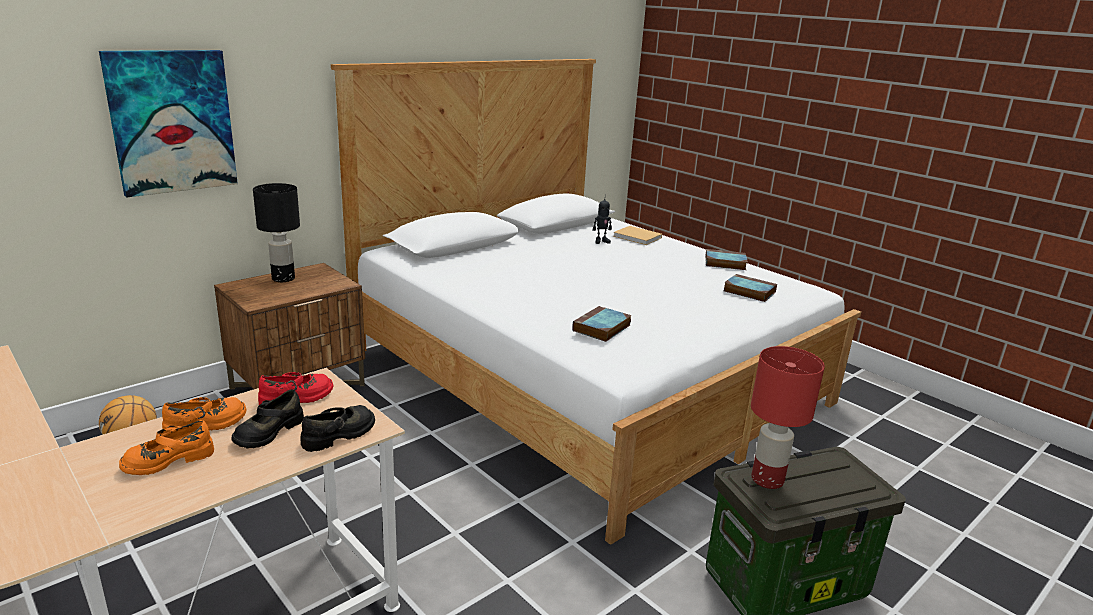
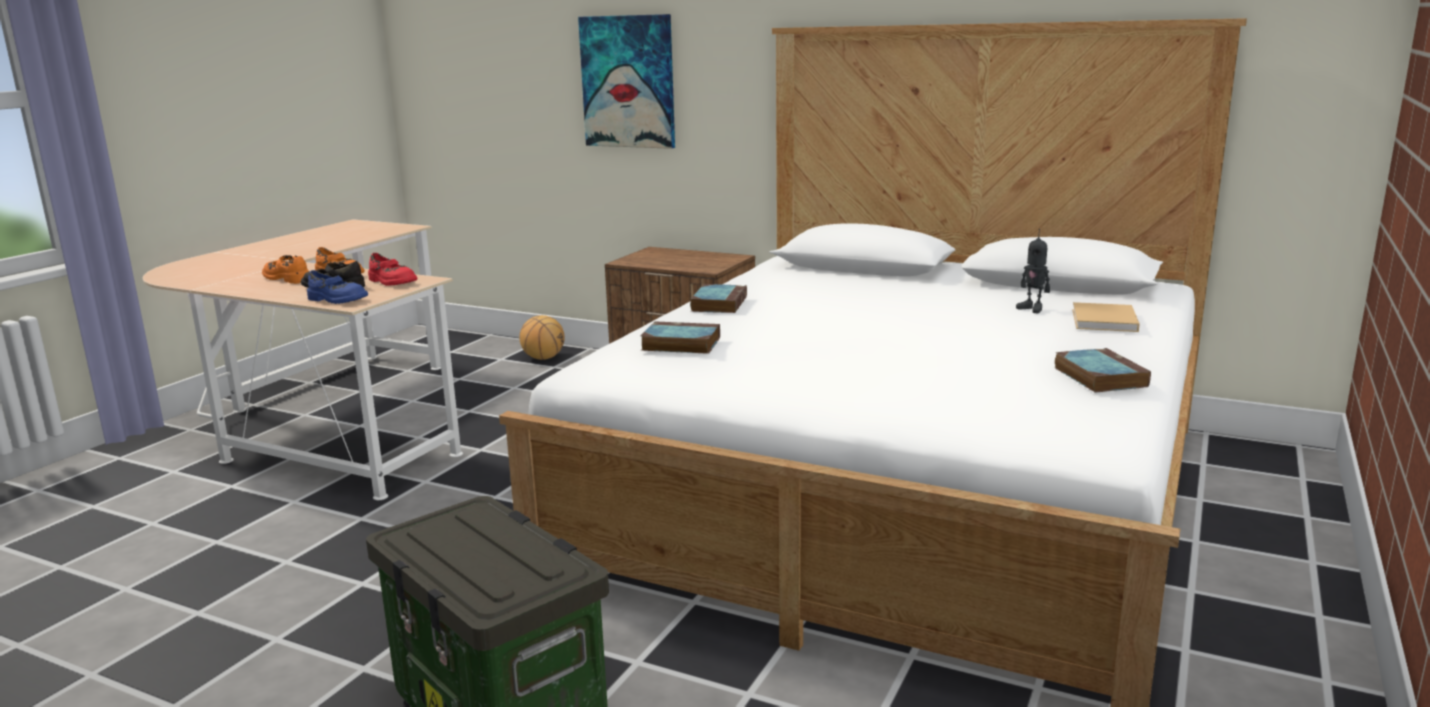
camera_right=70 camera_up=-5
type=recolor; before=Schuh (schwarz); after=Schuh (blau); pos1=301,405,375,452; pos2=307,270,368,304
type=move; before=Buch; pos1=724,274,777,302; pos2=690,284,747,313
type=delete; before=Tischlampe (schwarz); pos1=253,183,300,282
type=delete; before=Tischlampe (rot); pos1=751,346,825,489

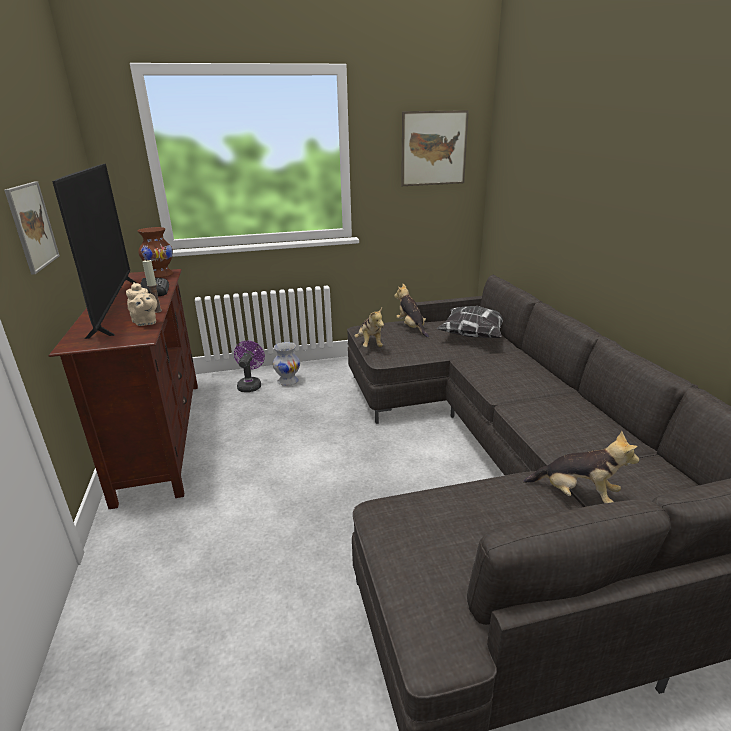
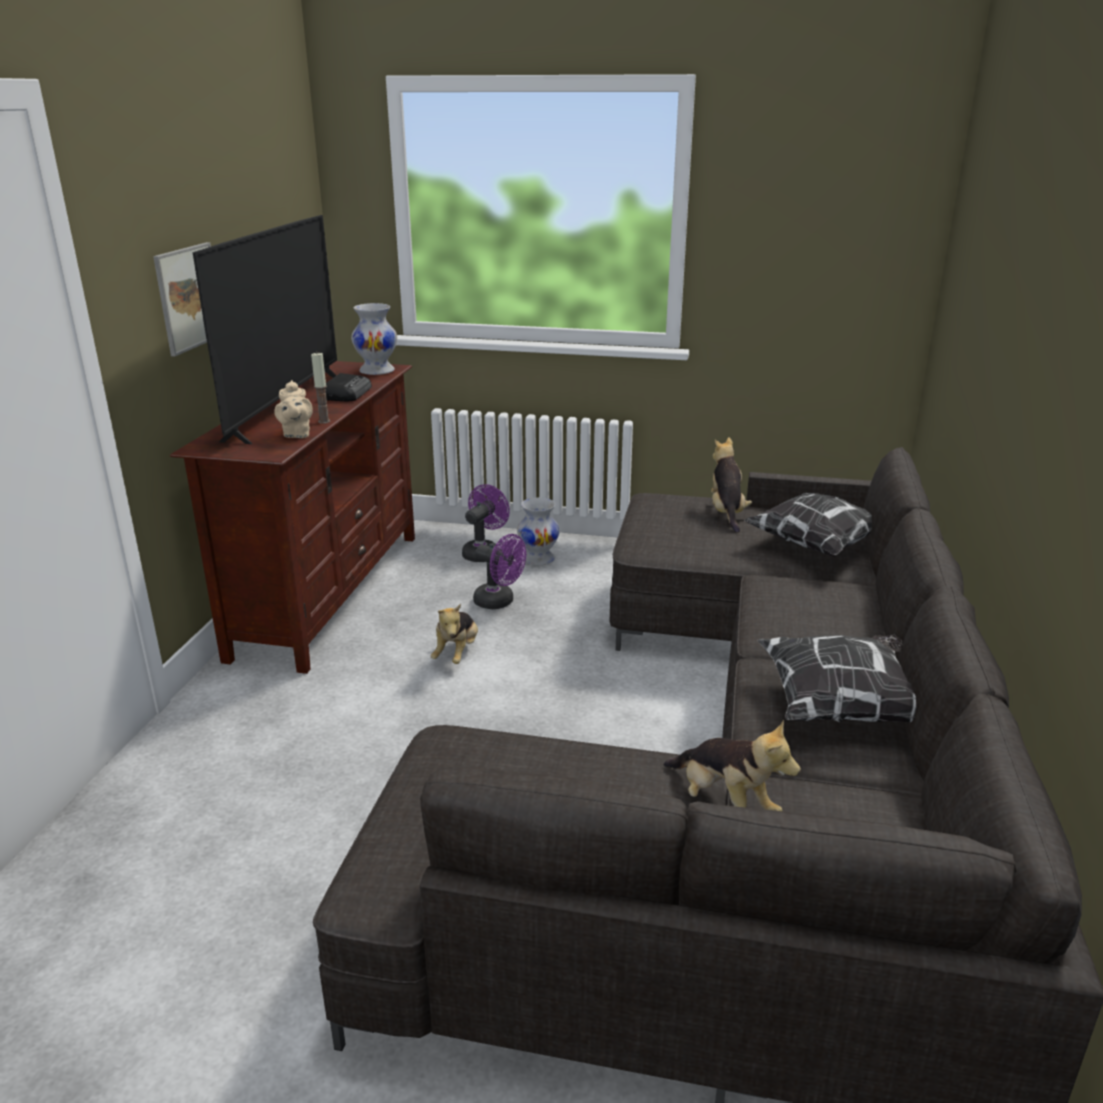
camera_right=25 camera_up=0
type=recolor; before=Vase (braun); after=Vase (weiß); pos1=138,227,173,278; pos2=351,303,397,375
type=move; before=Plüschtier; pos1=354,308,384,347; pos2=431,604,478,664
type=insert; after=Ventilator (lila); pos2=473,534,526,609
type=insert; after=Kissen; pos2=757,635,917,722
type=delete; before=Bild; pos1=401,110,469,186

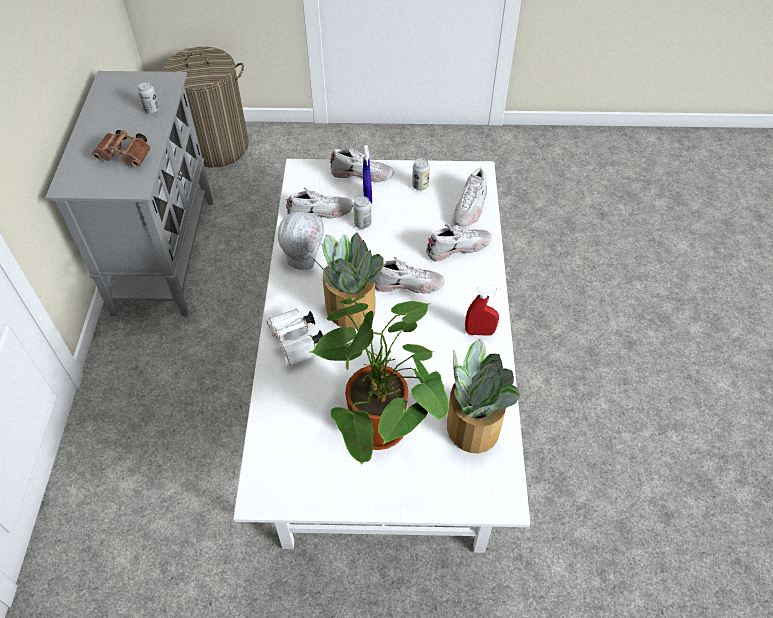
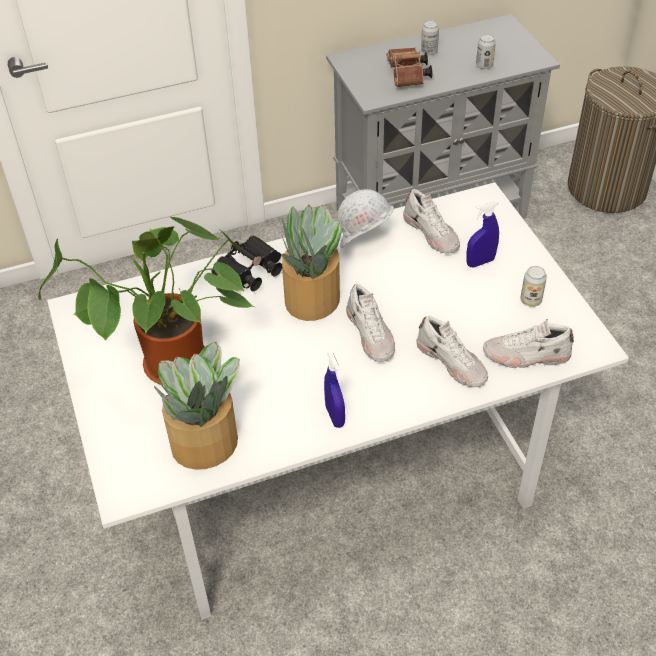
camera_right=70 camera_up=-5
type=recolor; before=Fernglas (weiß); after=Fernglas (schwarz); pos1=267,309,323,367; pos2=211,236,282,291
type=recolor; before=Sprühflasche (rot); after=Sprühflasche (blau); pos1=465,285,501,336; pos2=324,351,345,428
type=move; before=Dose; pos1=353,196,371,229; pos2=421,20,439,55
type=delete; before=Schuh (weiß); pos1=330,146,393,182

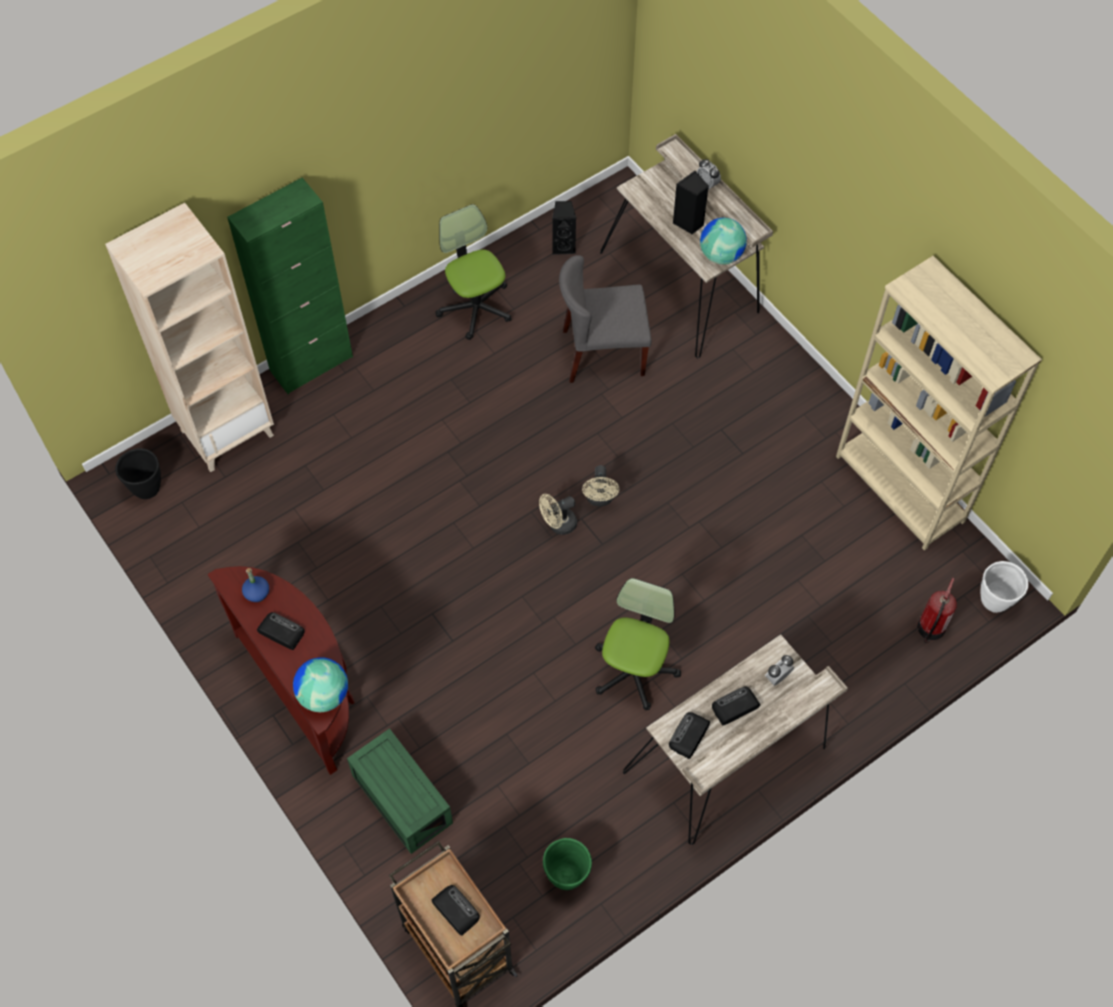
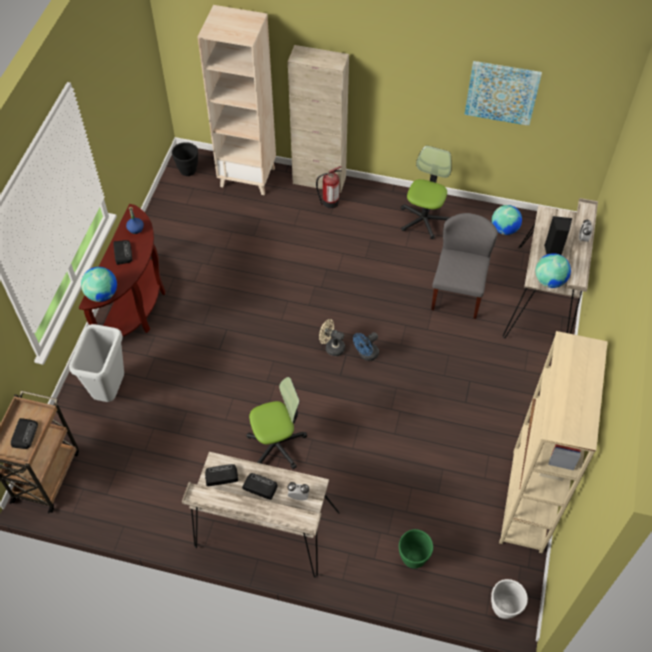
camera_right=50 camera_up=-5
type=replace; before=Aufbewahrungsbox (grün); after=Mülleimer (grau); pos1=347,728,453,854; pos2=69,324,124,402
type=recolor; before=Schrank (grün); after=Schrank (beige); pos1=227,178,353,394; pos2=288,45,349,193
type=move; before=Feuerlöscher; pos1=917,578,957,643; pos2=316,166,342,209
type=recolor; before=Ventilator (beige); after=Ventilator (blau); pos1=582,465,619,506; pos2=353,332,379,361
type=move; before=Pflanzkübel (grün); pos1=543,838,592,890; pos2=399,529,433,569
type=rotate; before=Stuhl (grau); pos1=559,255,652,383; pos2=431,213,498,319; turn=60
type=insert; after=Bild; pos2=465,61,542,126
type=replace; before=Lautsprecher (schwarz); after=Globus; pos1=552,201,576,255; pos2=492,205,522,235

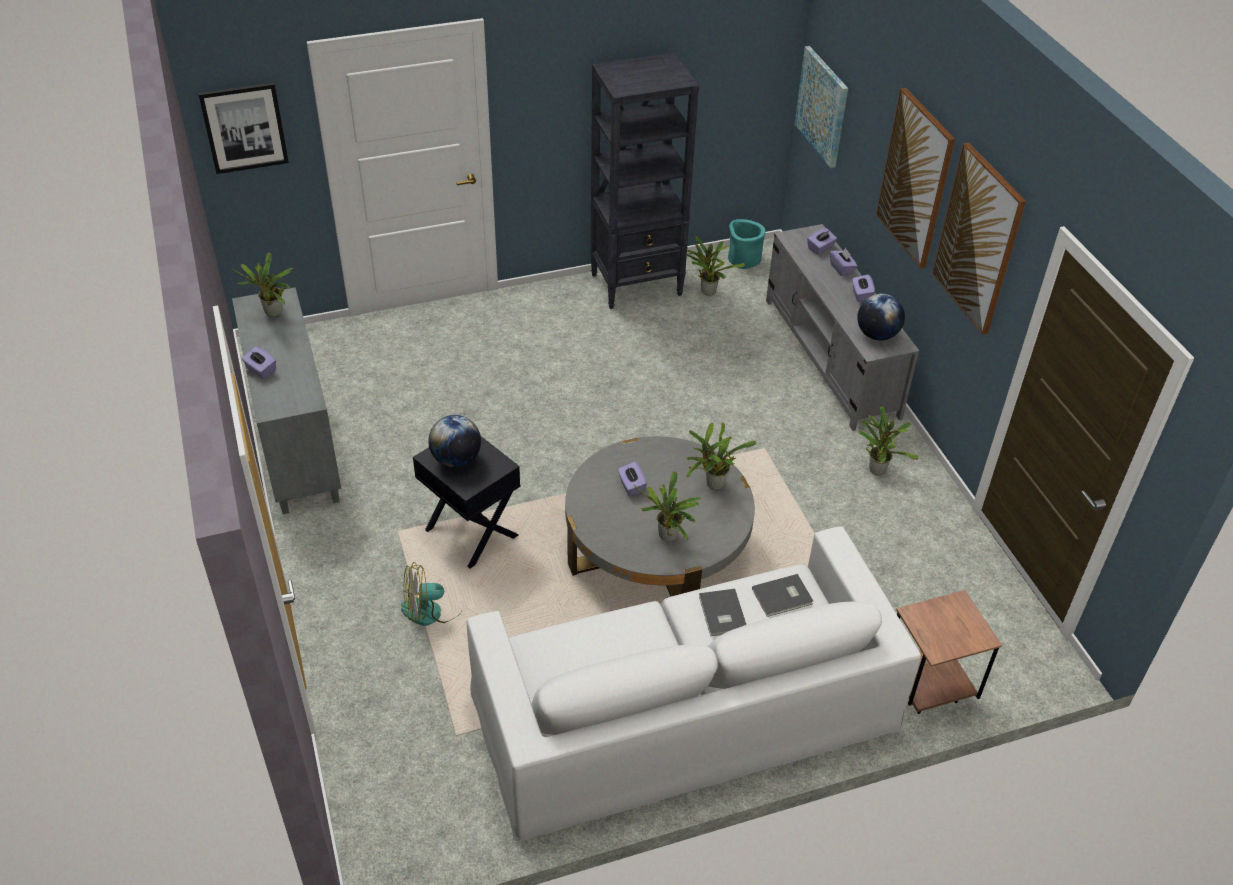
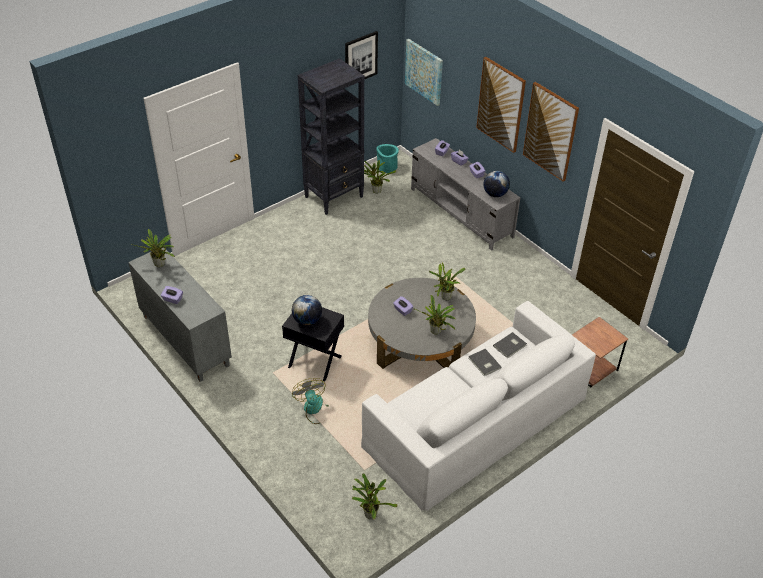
camera_right=-20 camera_up=0
type=rotate; before=Ventilator; pos1=401,562,462,626; pos2=292,378,328,424; turn=105
type=move; before=Bild; pos1=198,83,289,174; pos2=345,31,378,79
type=move; before=Topfpflanze; pos1=859,406,919,476; pos2=352,473,398,520

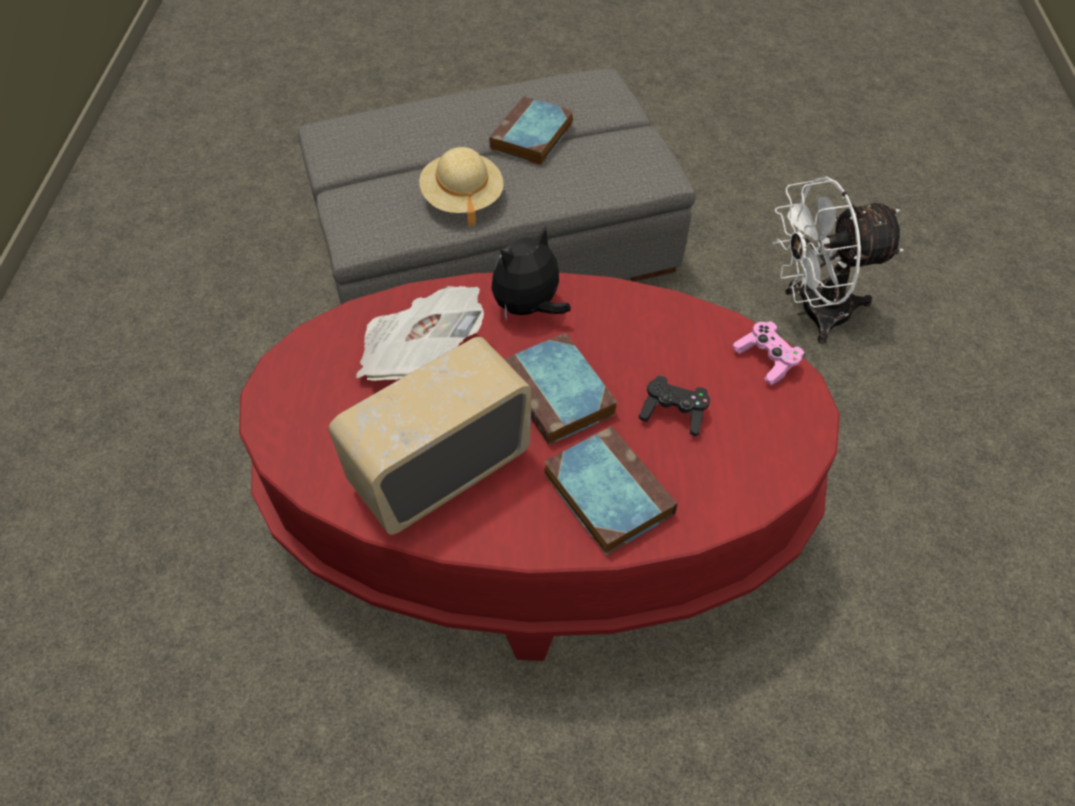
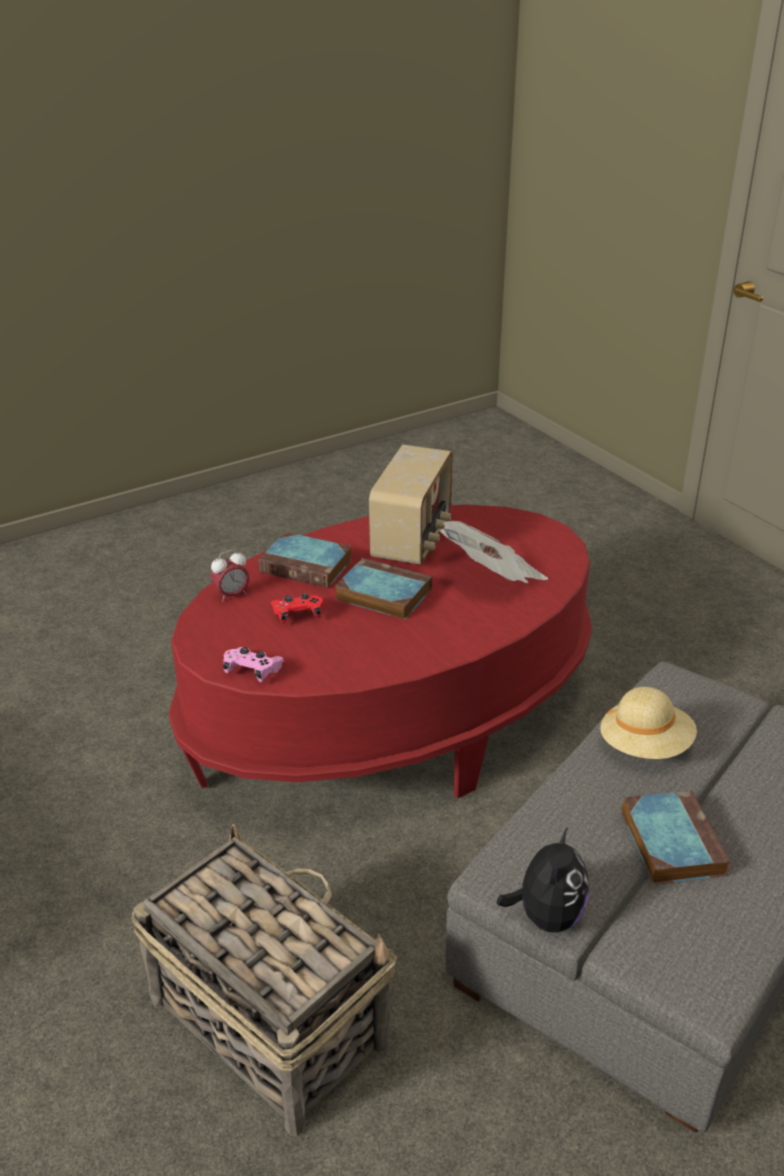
camera_right=145 camera_up=-20
type=replace; before=Ventilator (weiß); after=Korb; pos1=773,176,903,344; pos2=132,824,397,1136
type=insert; after=Wecker; pos2=211,550,249,602
type=recolor; before=Gamepad (schwarz); after=Gamepad (rot); pos1=638,376,710,436; pos2=271,593,323,623
type=move; before=Plüschtier; pos1=491,226,571,321; pos2=497,826,589,933

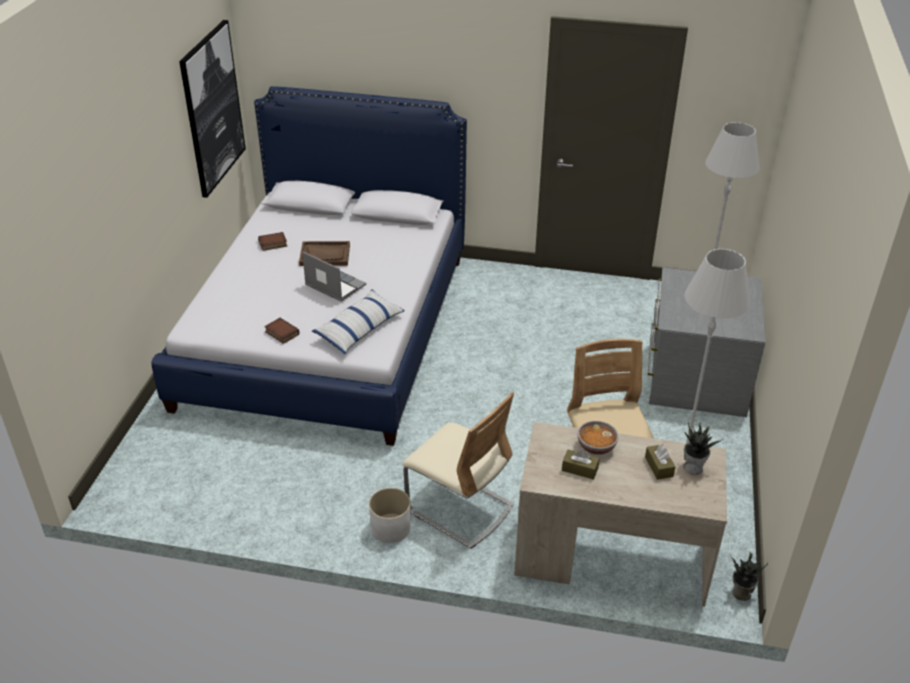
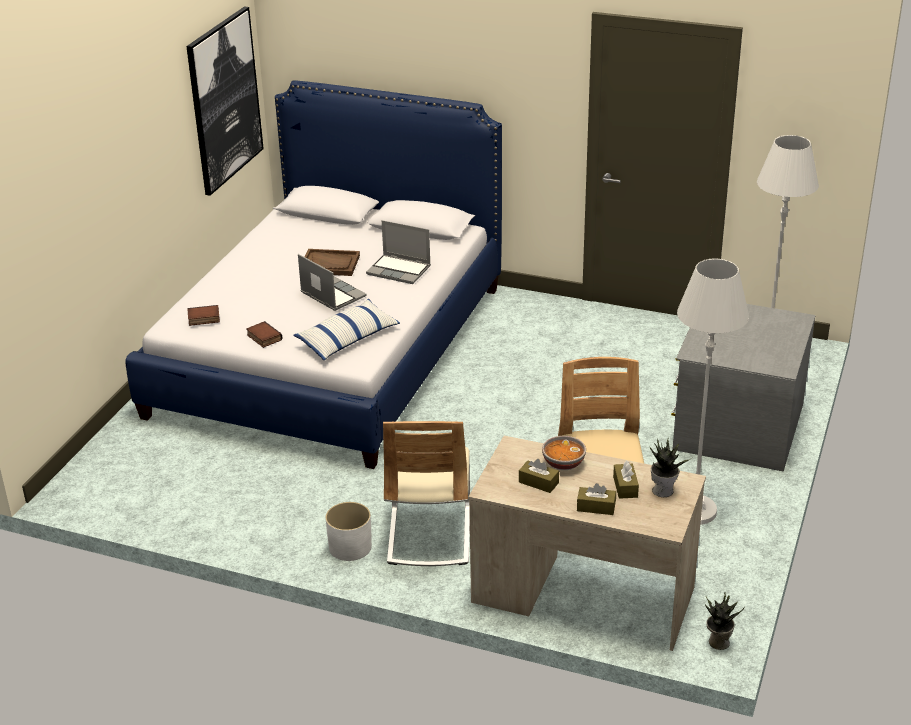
camera_right=10 camera_up=-5
type=move; before=Buch; pos1=258,232,287,251; pos2=187,305,220,326
type=insert; after=Laptop; pos2=366,220,431,284
type=rotate; before=Stuhl (beige); pos1=403,392,514,549; pos2=383,421,470,566; turn=45
type=insert; after=Taschentuchbox (braun); pos2=577,483,616,515

